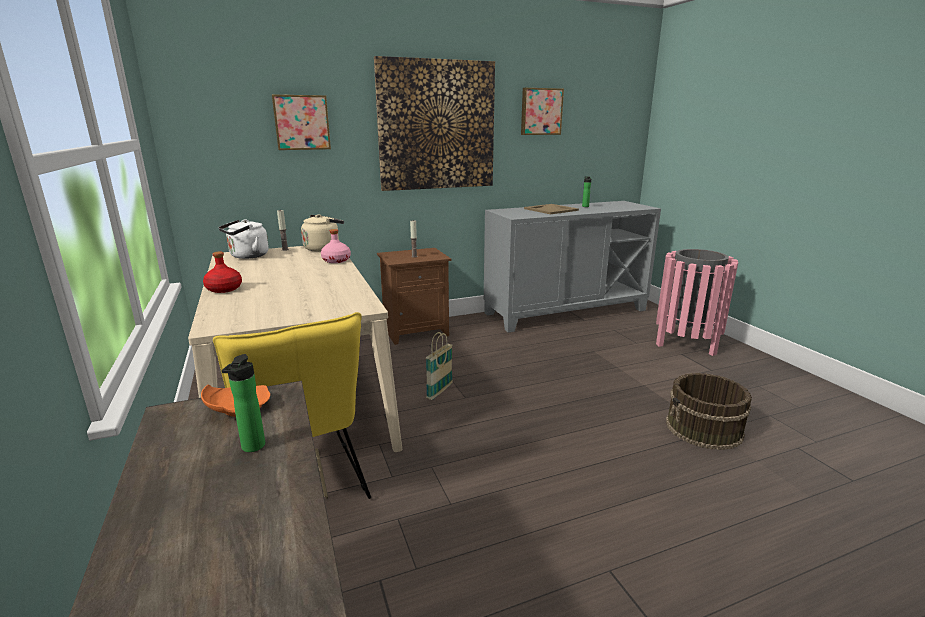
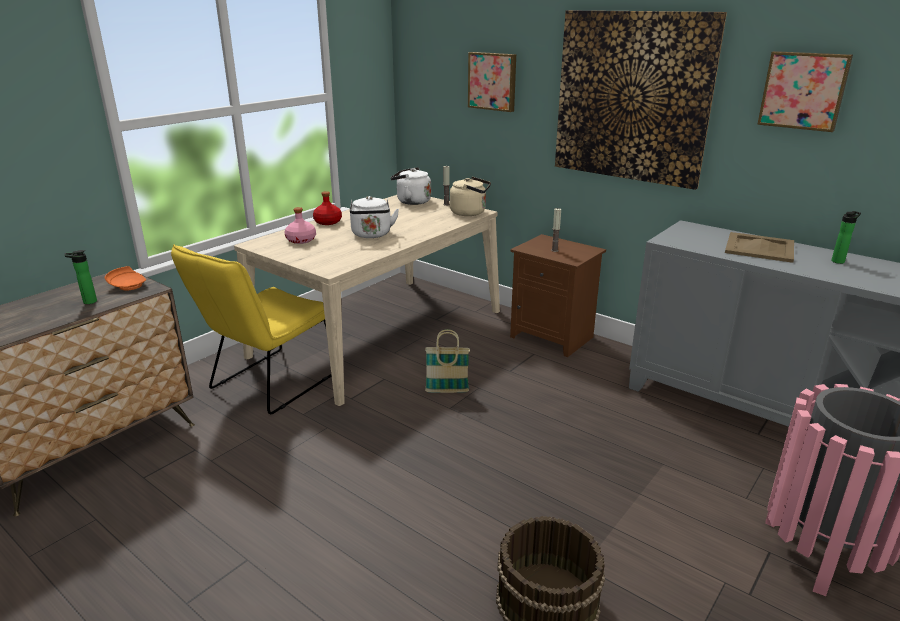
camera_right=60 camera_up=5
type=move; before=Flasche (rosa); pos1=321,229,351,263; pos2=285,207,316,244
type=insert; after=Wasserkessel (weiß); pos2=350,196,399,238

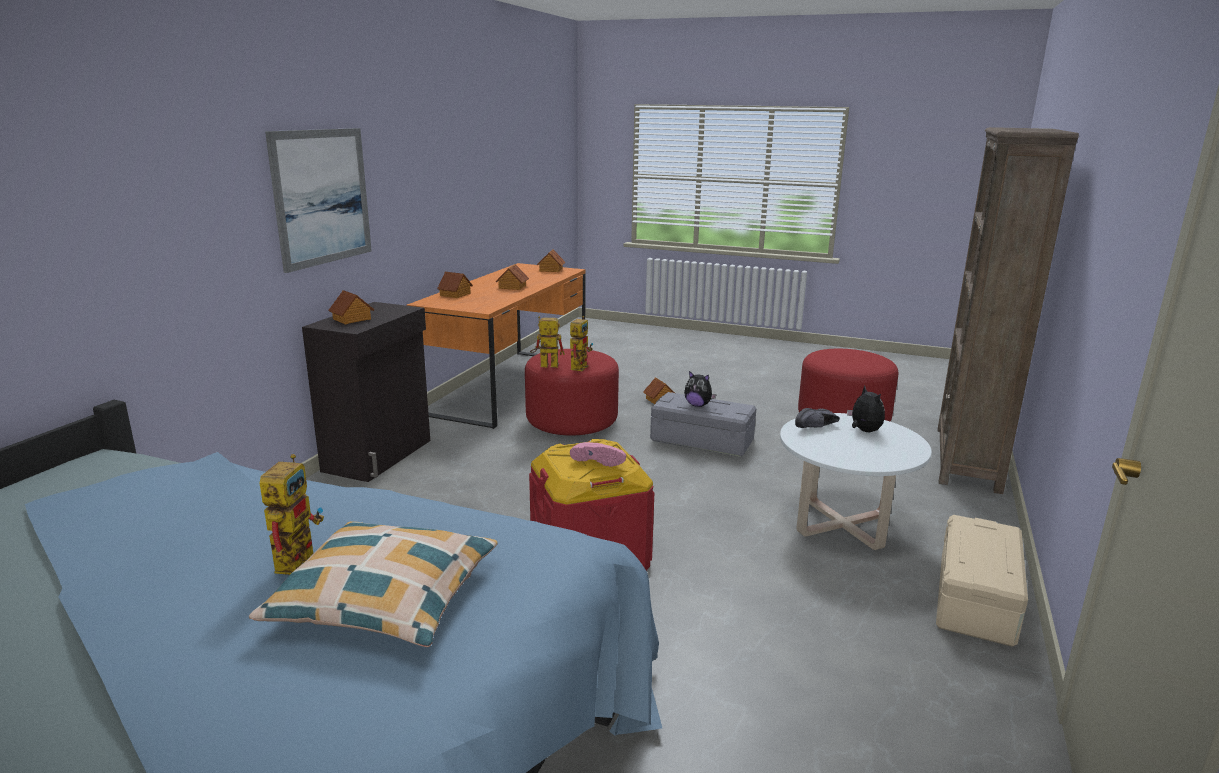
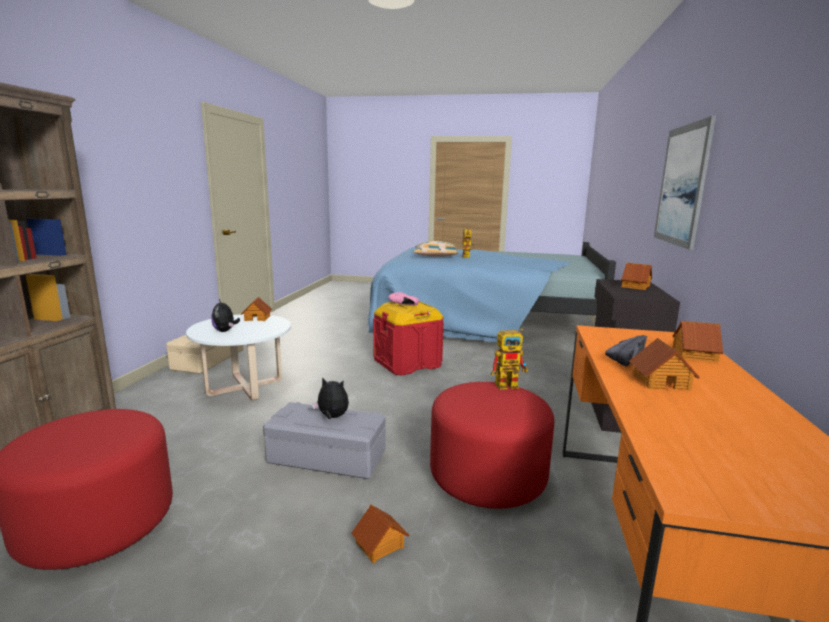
camera_right=170 camera_up=-5
type=move; before=Spielzeughaus; pos1=537,249,565,272; pos2=241,297,272,321
type=move; before=Schuh (schwarz); pos1=795,408,840,428; pos2=605,335,647,367
type=delete; before=Spielzeugroboter; pos1=570,316,593,371

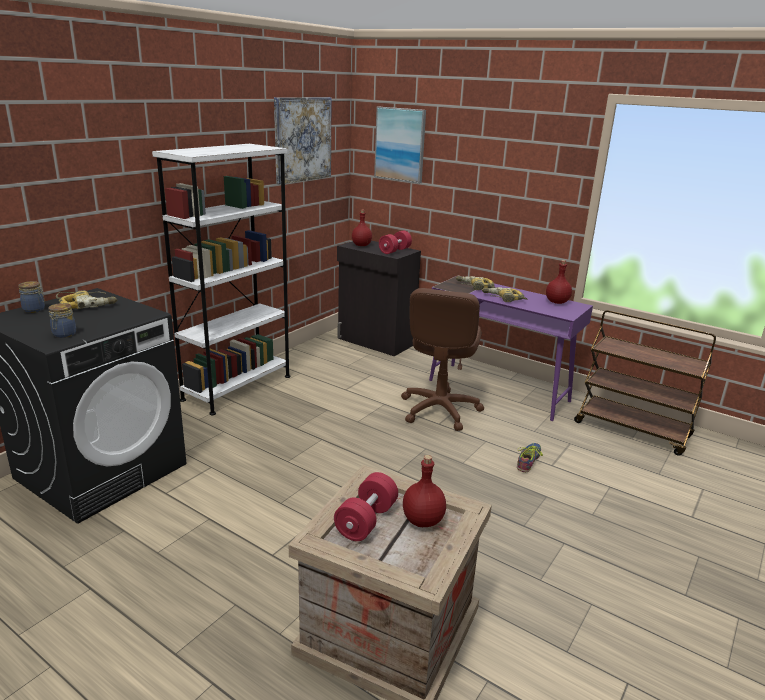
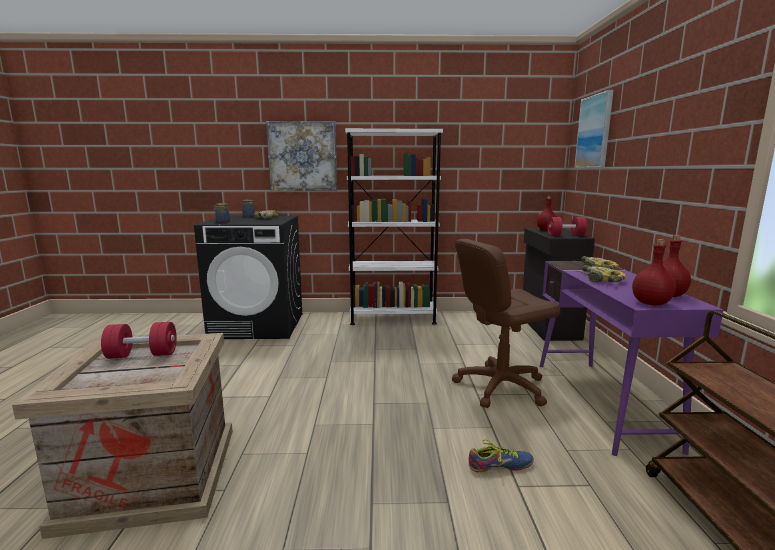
camera_right=55 camera_up=-10
type=move; before=Bild; pos1=274,97,331,184; pos2=266,121,337,191
type=move; before=Flasche (rot); pos1=403,455,446,527; pos2=632,239,676,305

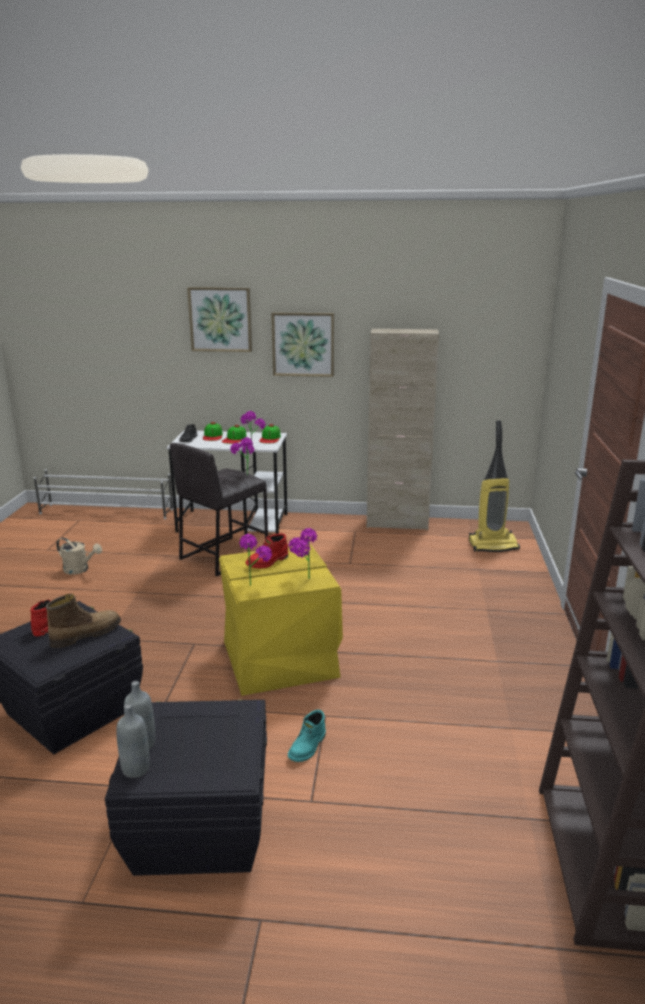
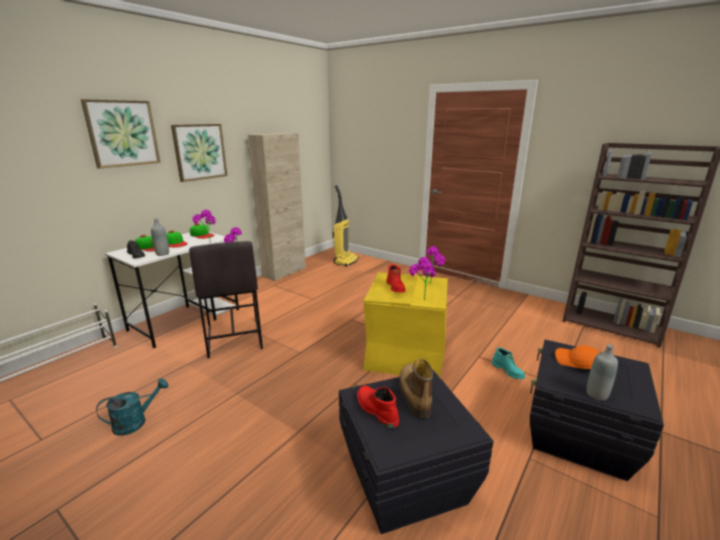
camera_right=-60 camera_up=0
type=recolor; before=Gießkanne (beige); after=Gießkanne (türkis); pos1=56,538,102,575; pos2=96,378,169,436
type=move; before=Flasche (grau); pos1=116,704,150,778; pos2=151,218,169,256
type=insert; after=Kappe (orange); pos2=555,345,600,369

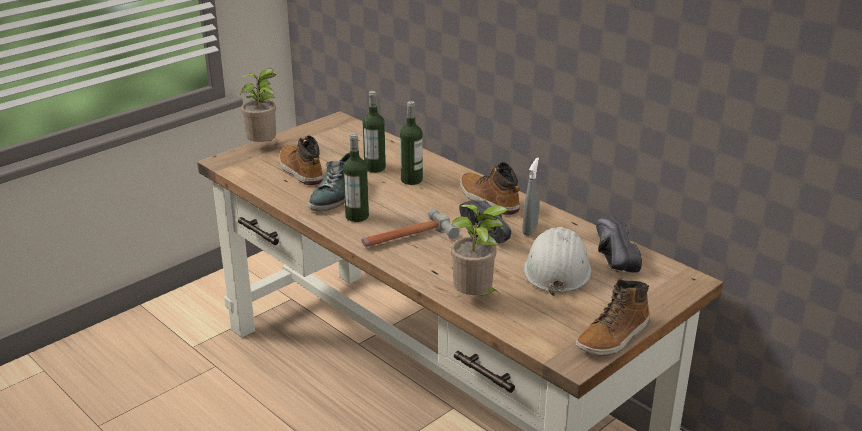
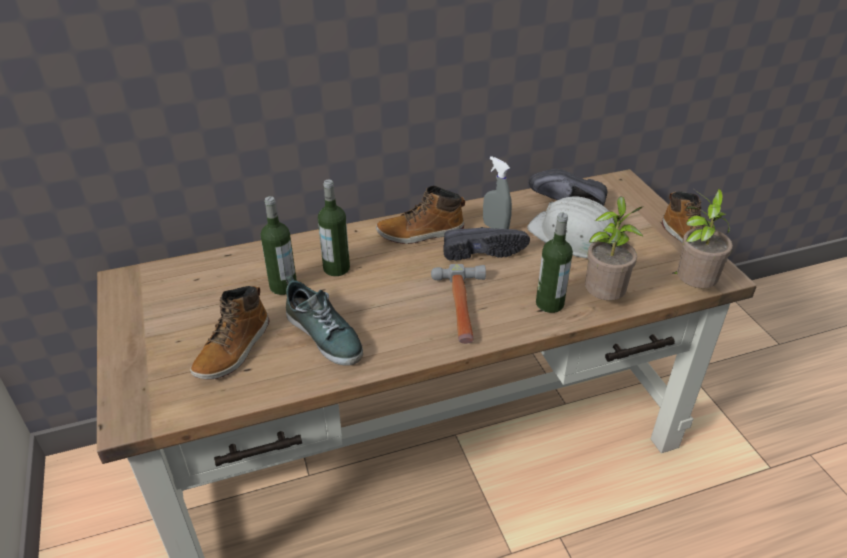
camera_right=-65 camera_up=10
type=rotate; before=Stiefel; pos1=279,135,323,185; pos2=190,286,269,380; turn=-60
type=move; before=Flasche; pos1=343,133,369,222; pos2=536,213,573,313
type=move; before=Topfpflanze; pos1=240,68,276,142; pos2=673,189,733,288

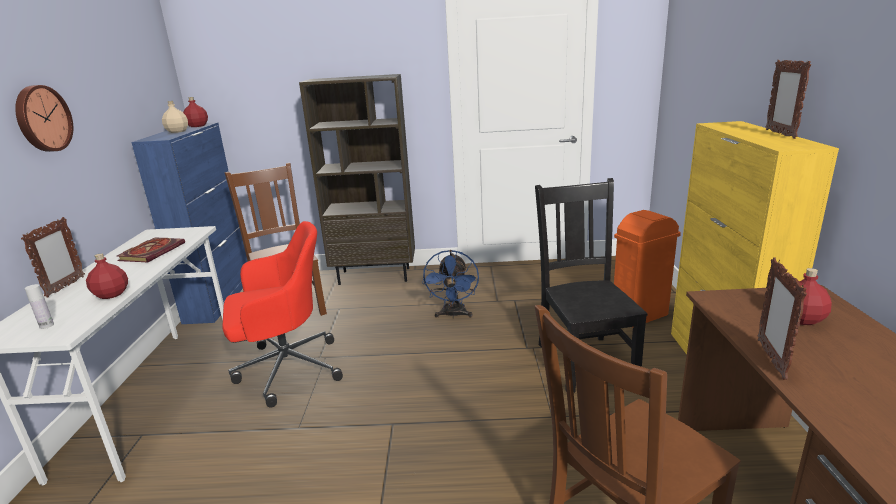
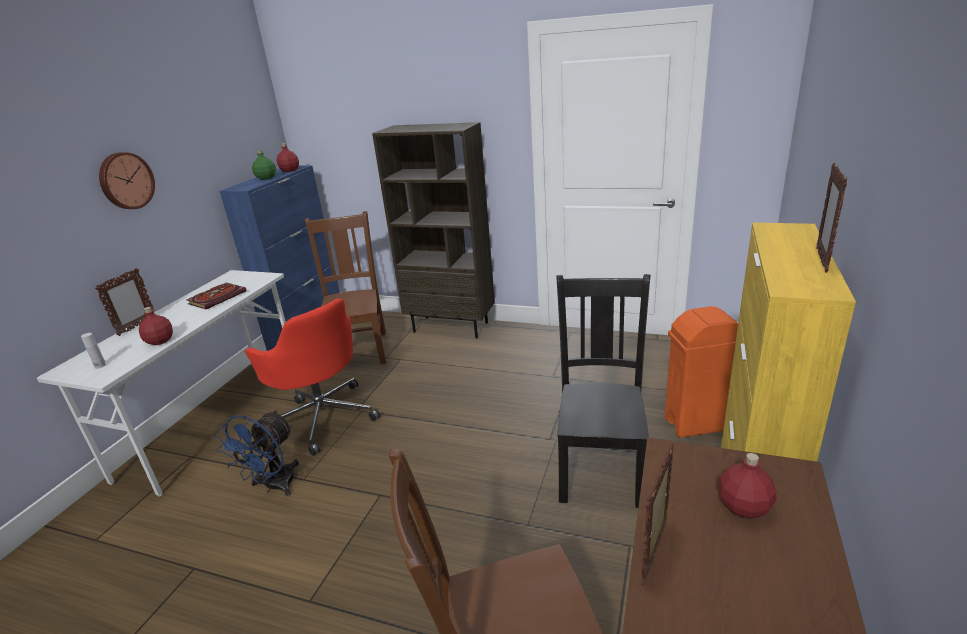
camera_right=20 camera_up=5
type=move; before=Ventilator (blau); pos1=422,250,479,319; pos2=214,410,299,496
type=rotate; before=Bürostuhl (rot); pos1=222,221,343,408; pos2=245,299,380,456; turn=45
type=recolor; before=Flasche (beige); after=Flasche (grün); pos1=162,101,188,133; pos2=252,150,276,180

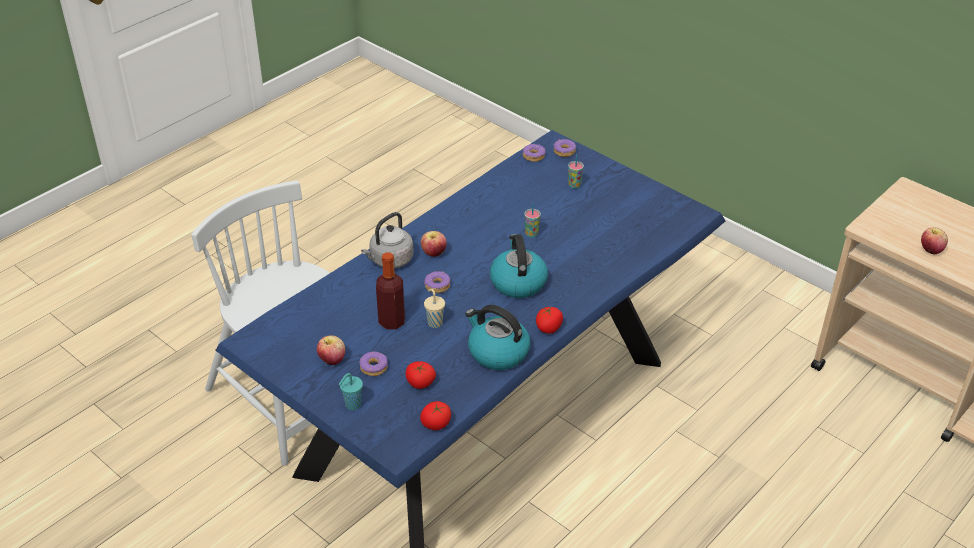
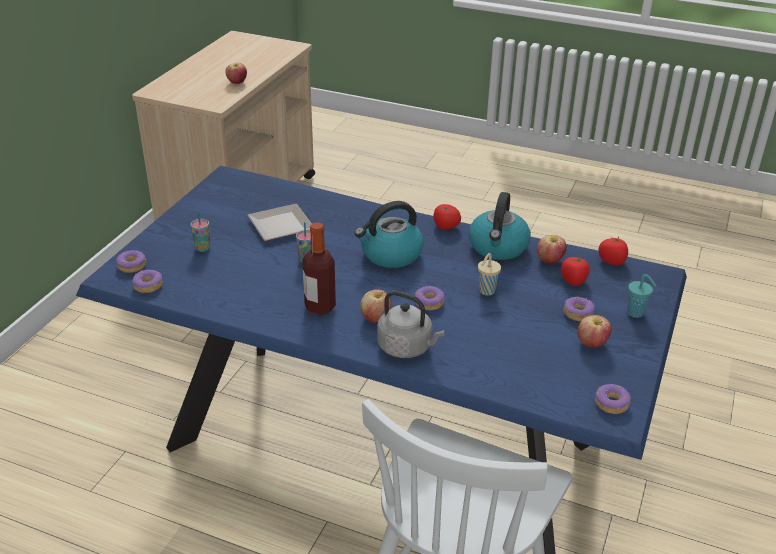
camera_right=-110 camera_up=-5
type=insert; after=Teller; pos2=248,204,312,241
type=move; before=Flasche; pos1=376,252,405,329; pos2=302,222,336,315
type=insert; after=Apfel; pos2=537,235,567,264
type=insert; after=Donut; pos2=595,384,631,414

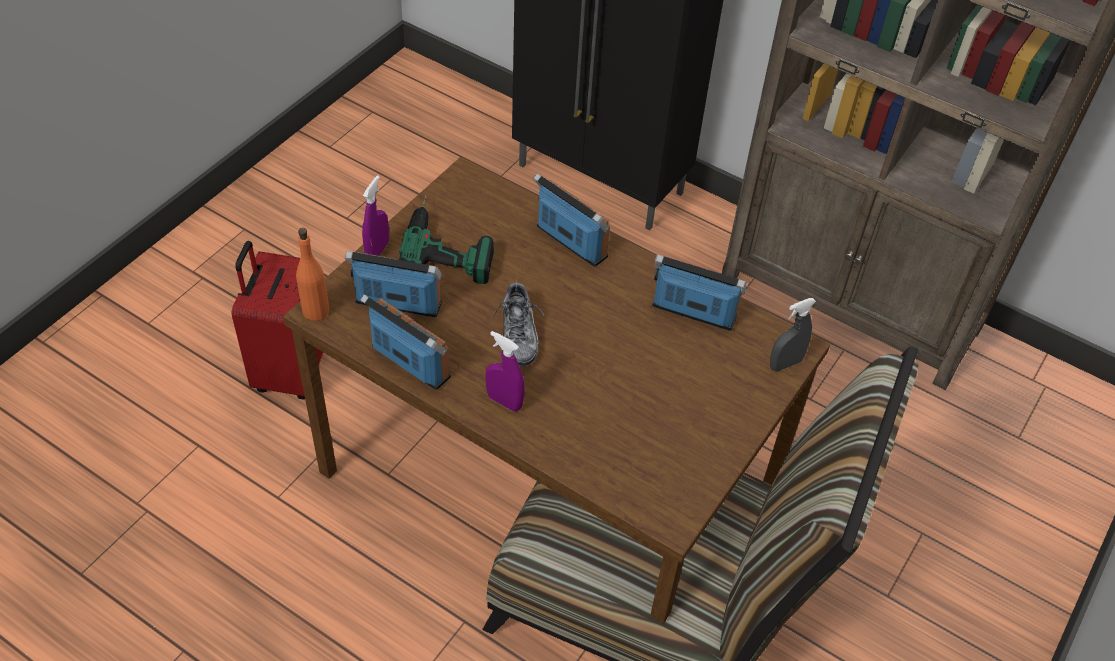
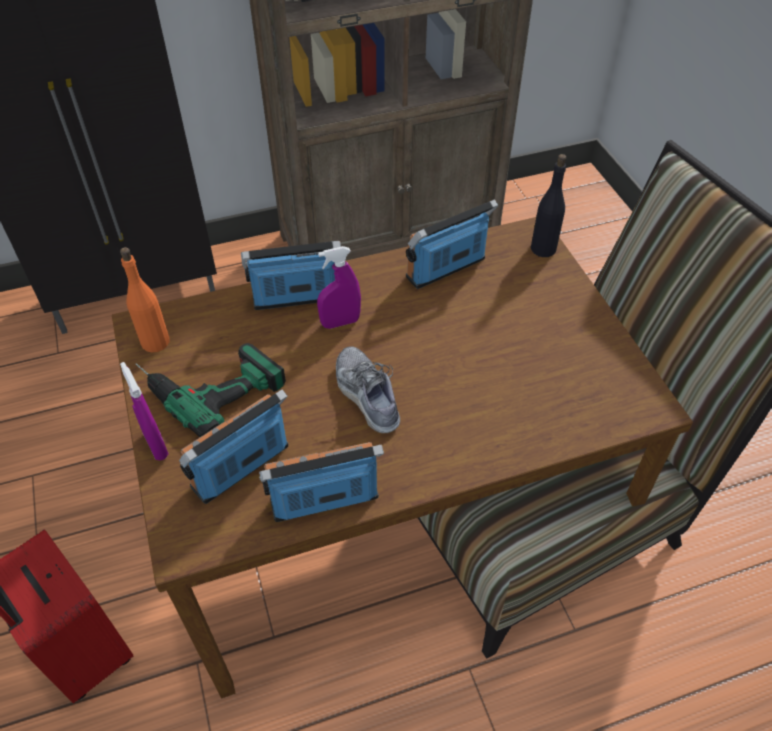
camera_right=-50 camera_up=0
type=move; before=Flasche (orange); pos1=296,228,329,321; pos2=120,247,170,353
type=move; before=Sprühflasche (lila); pos1=485,331,525,411; pos2=317,246,361,329
type=rotate; before=Schuh; pos1=493,278,545,366; pos2=336,346,400,433; turn=-150
type=replace; before=Sprühflasche (grau); after=Flasche (schwarz); pos1=770,298,816,371; pos2=531,154,566,257

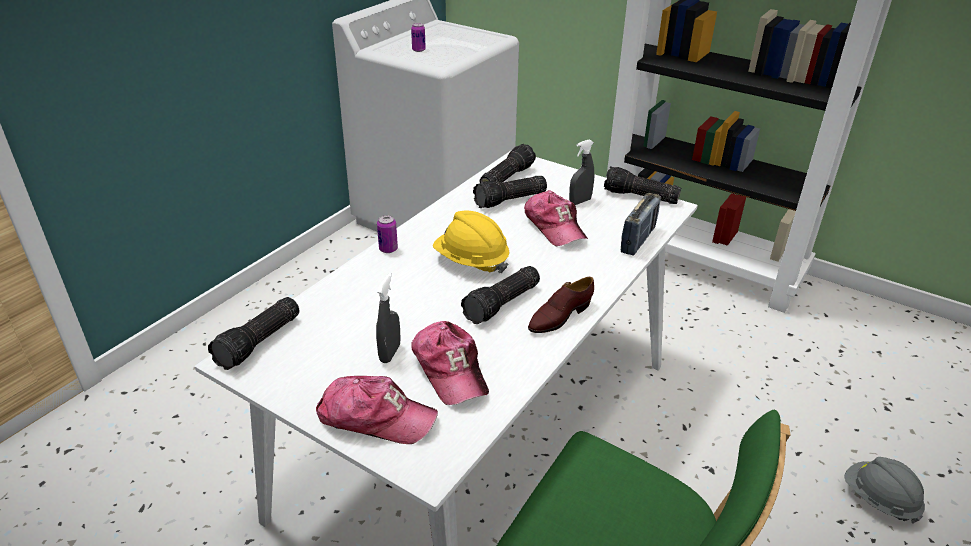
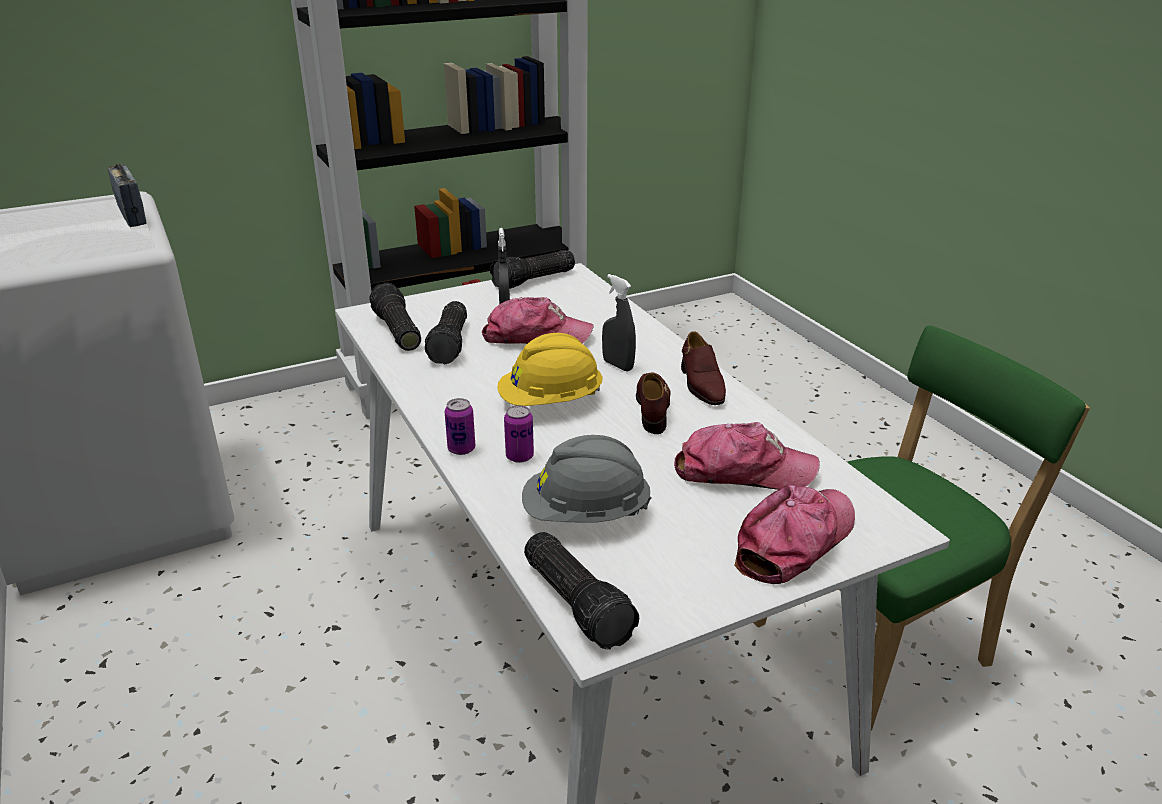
camera_right=-60 camera_up=-5
type=move; before=Radio; pos1=621,193,661,256; pos2=108,164,146,227
type=move; before=Dose; pos1=411,23,426,52; pos2=504,405,534,463
type=move; before=Schutzhelm (grau); pos1=844,457,925,524; pos2=522,435,652,523
type=move; before=Sprühflasche (grau); pos1=376,273,400,363; pos2=602,274,636,372
type=replace; before=Taschenlampe; after=Schuh (braun); pos1=461,266,540,324; pos2=636,372,671,434

